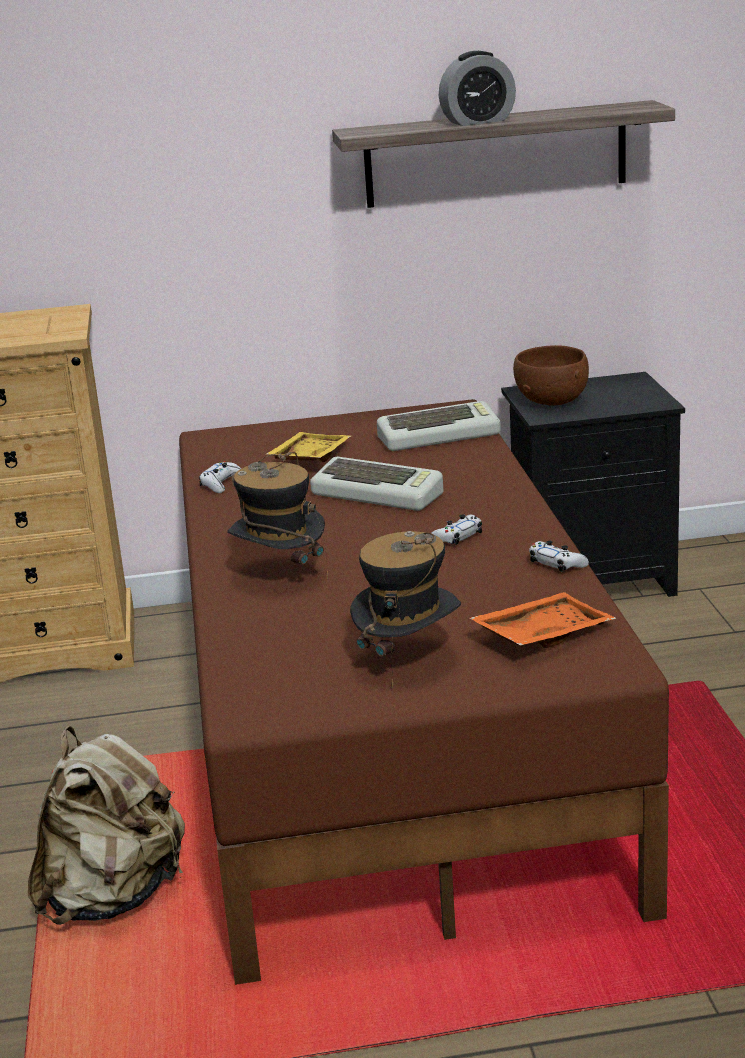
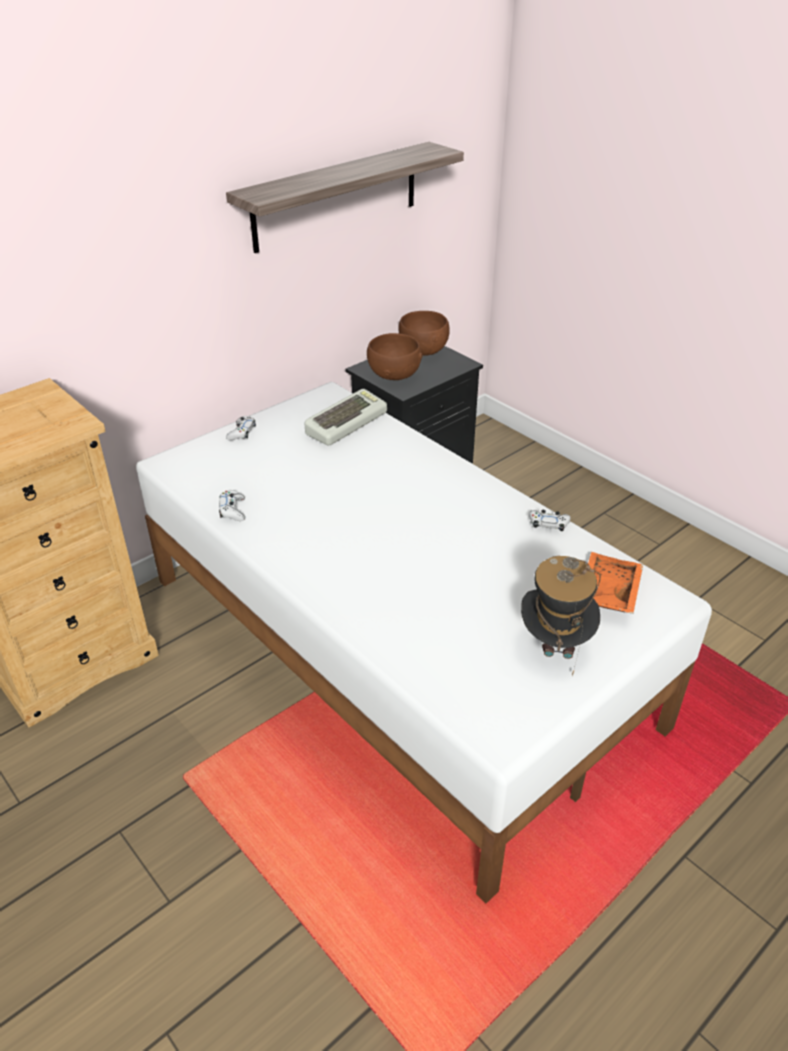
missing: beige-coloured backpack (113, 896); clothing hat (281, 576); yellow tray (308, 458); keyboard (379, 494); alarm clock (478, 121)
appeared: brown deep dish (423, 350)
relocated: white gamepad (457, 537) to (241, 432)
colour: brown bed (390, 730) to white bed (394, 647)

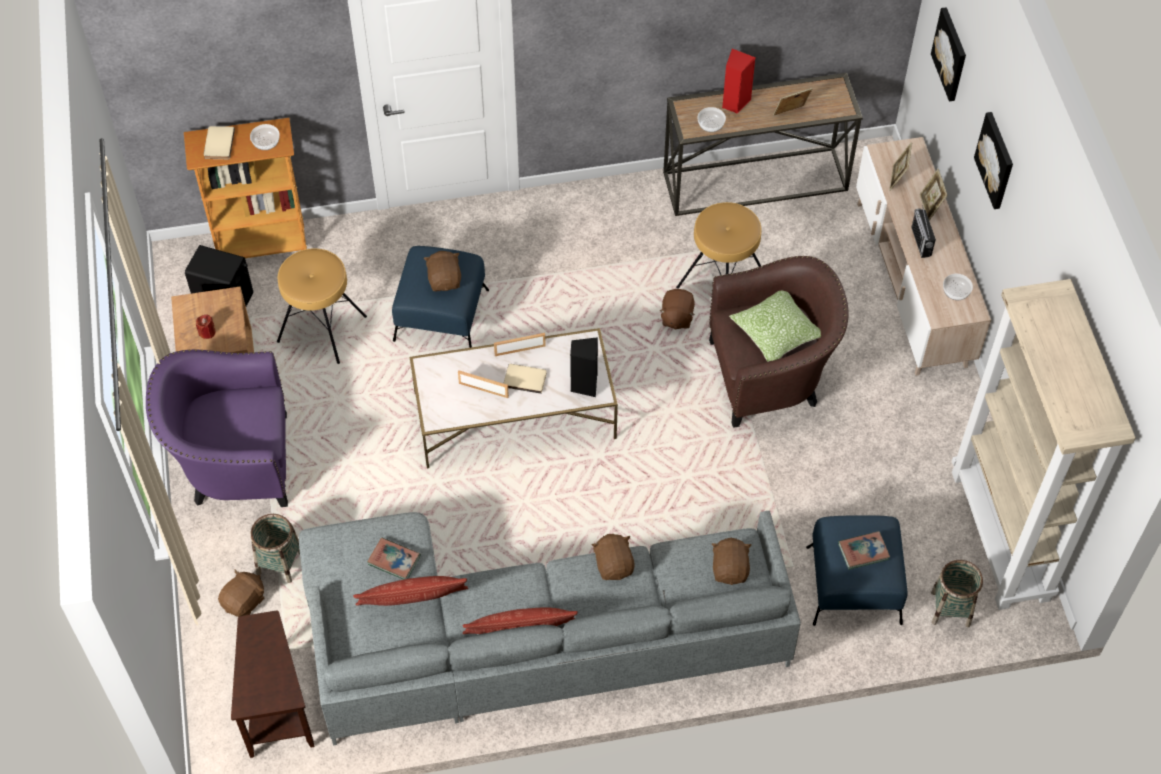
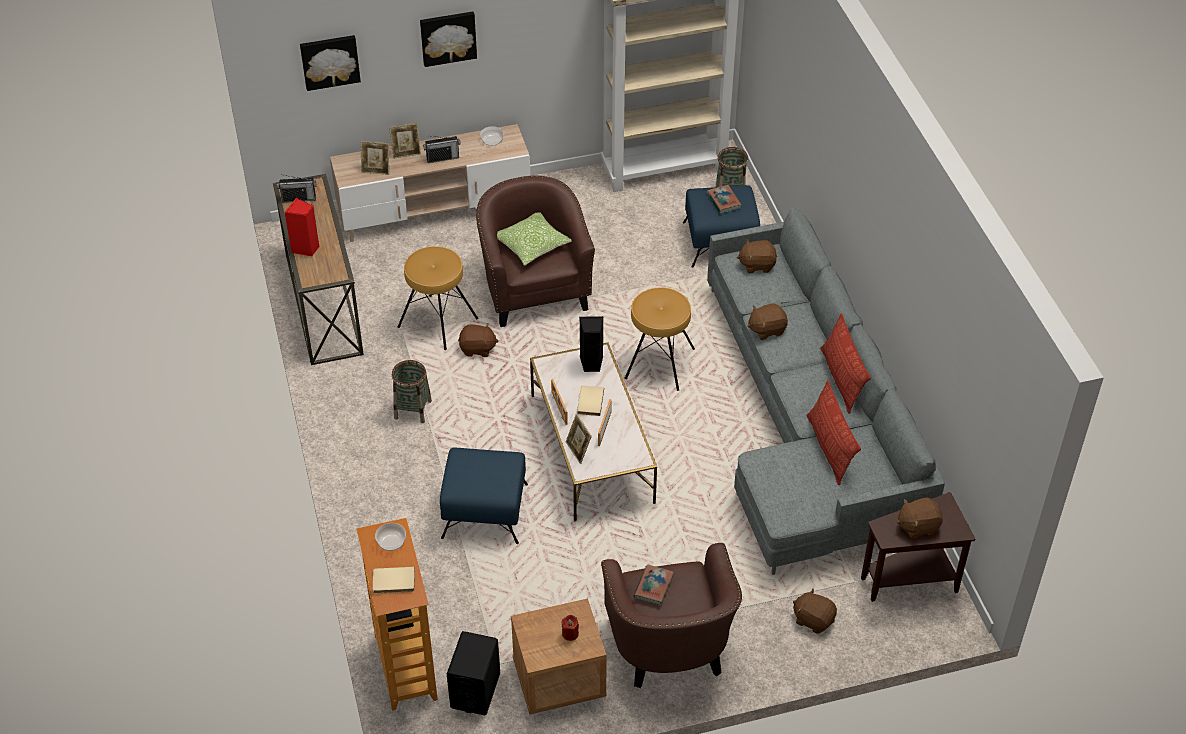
missing: deep dish (711, 124)
appeared: radio receiver (299, 198)
relocated: basket (280, 563) to (413, 410); brown stool (322, 328) to (659, 363); volume (394, 560) to (653, 587); brown cuddly toy (445, 280) to (918, 526); standing frame (790, 114) to (578, 451)
colour: purple-coloured easy chair (234, 463) to brown easy chair (670, 650)

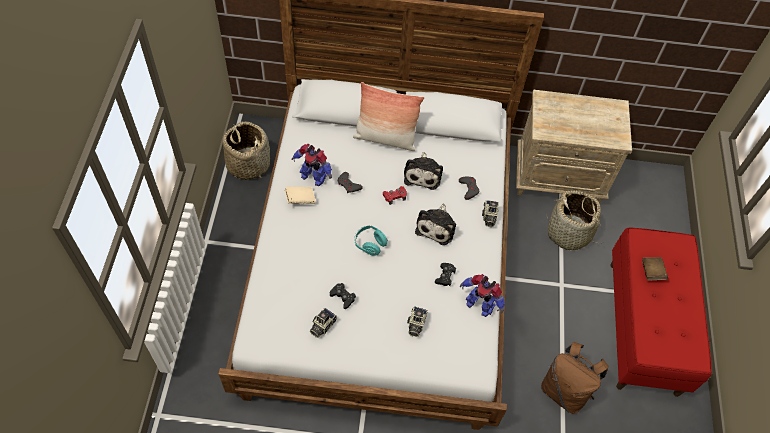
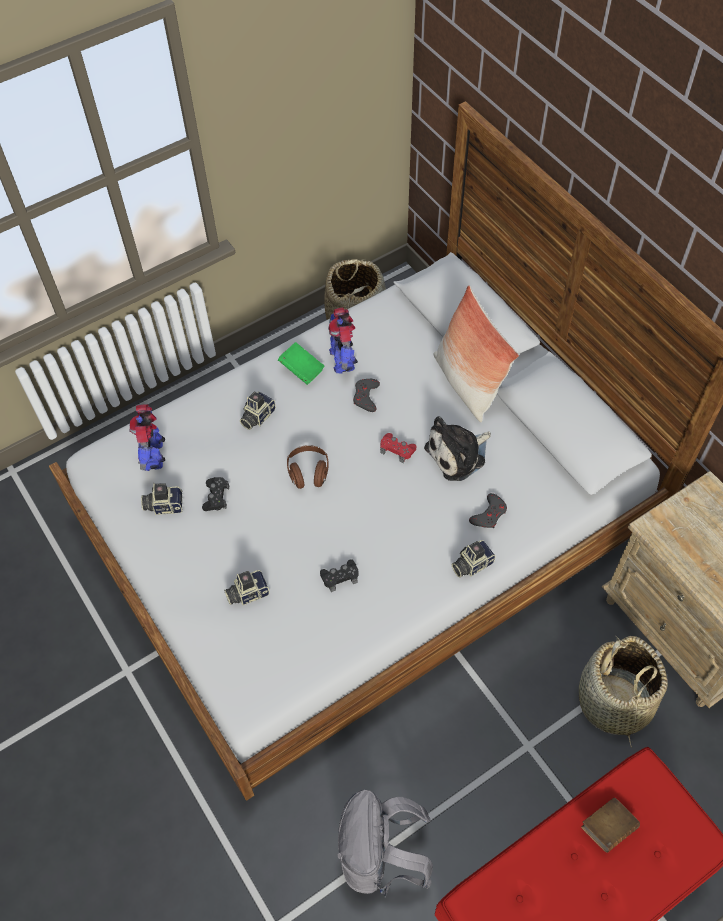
missing: cuddly toy (437, 226)
appeared: still camera (256, 416)
relocated: robot figure (479, 305) to (153, 455)
colour: beige-coloured volume (300, 199) to green volume (301, 370); blue-green headset (370, 244) to brown headset (308, 473); brown backpack (565, 390) to grey backpack (380, 856)

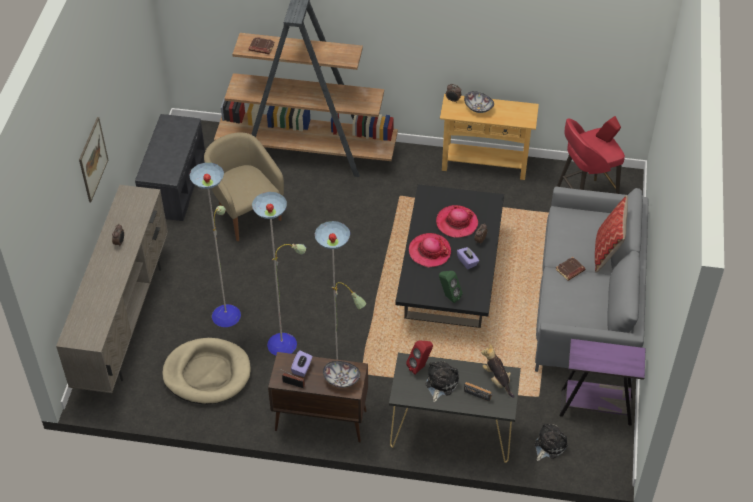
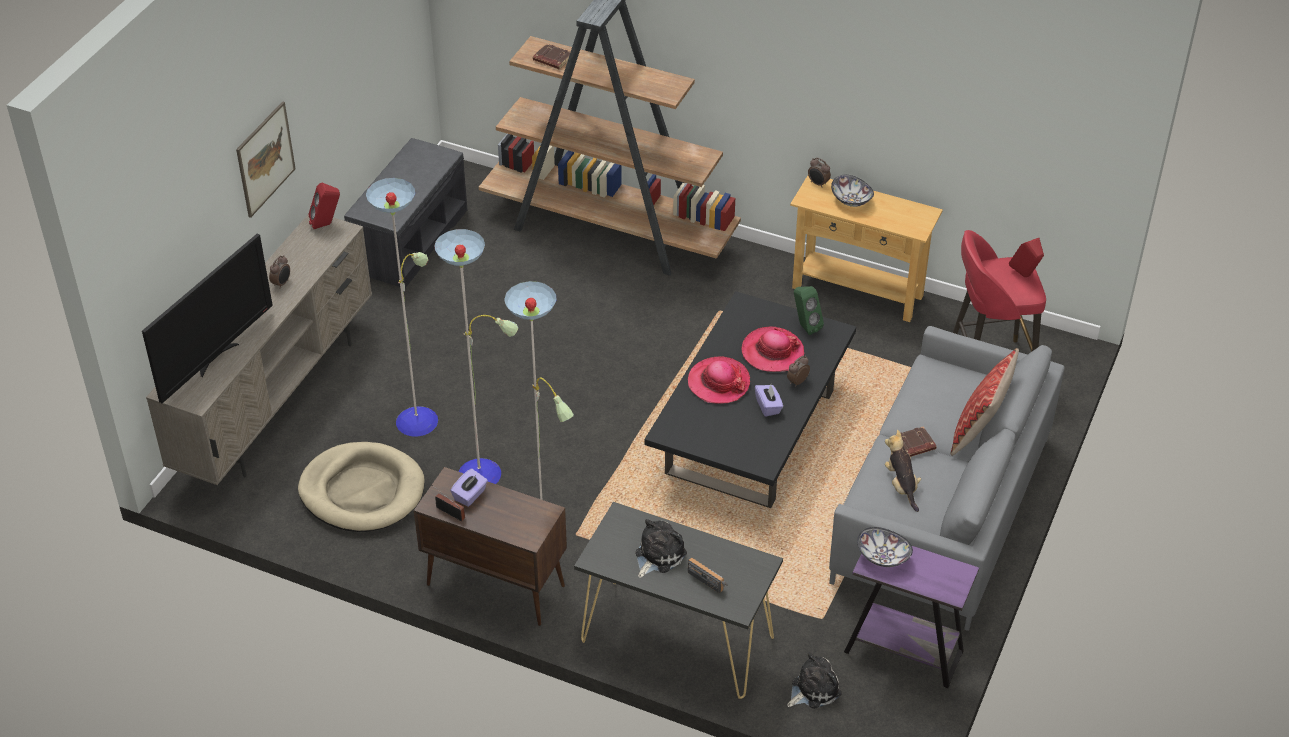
missing: beige-coloured easy chair (246, 214)
appeared: TV (216, 358)
relocated: deep dish (341, 380) to (882, 557); red audio speaker (420, 367) to (326, 224); green audio speaker (448, 296) to (805, 326); cuddly toy (497, 379) to (901, 485)

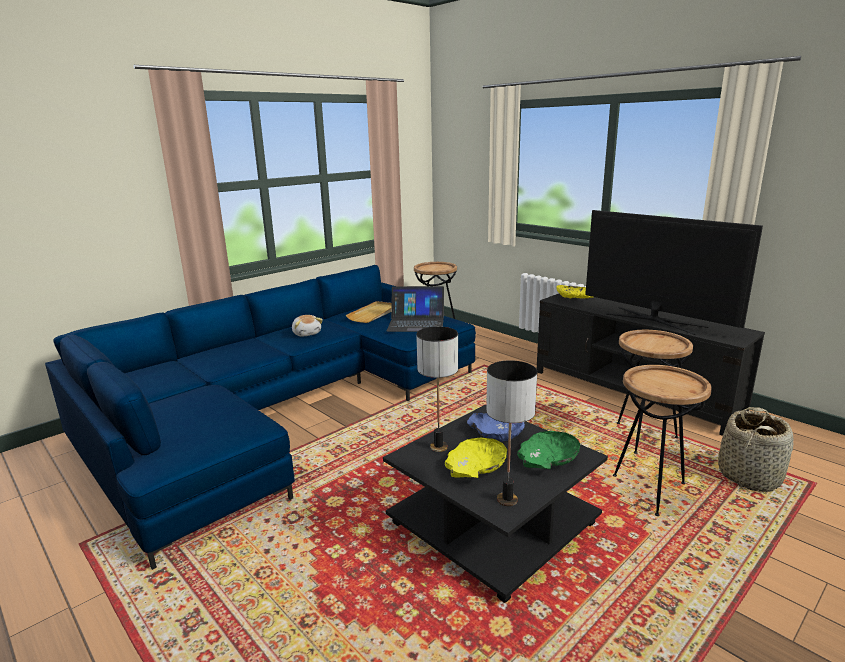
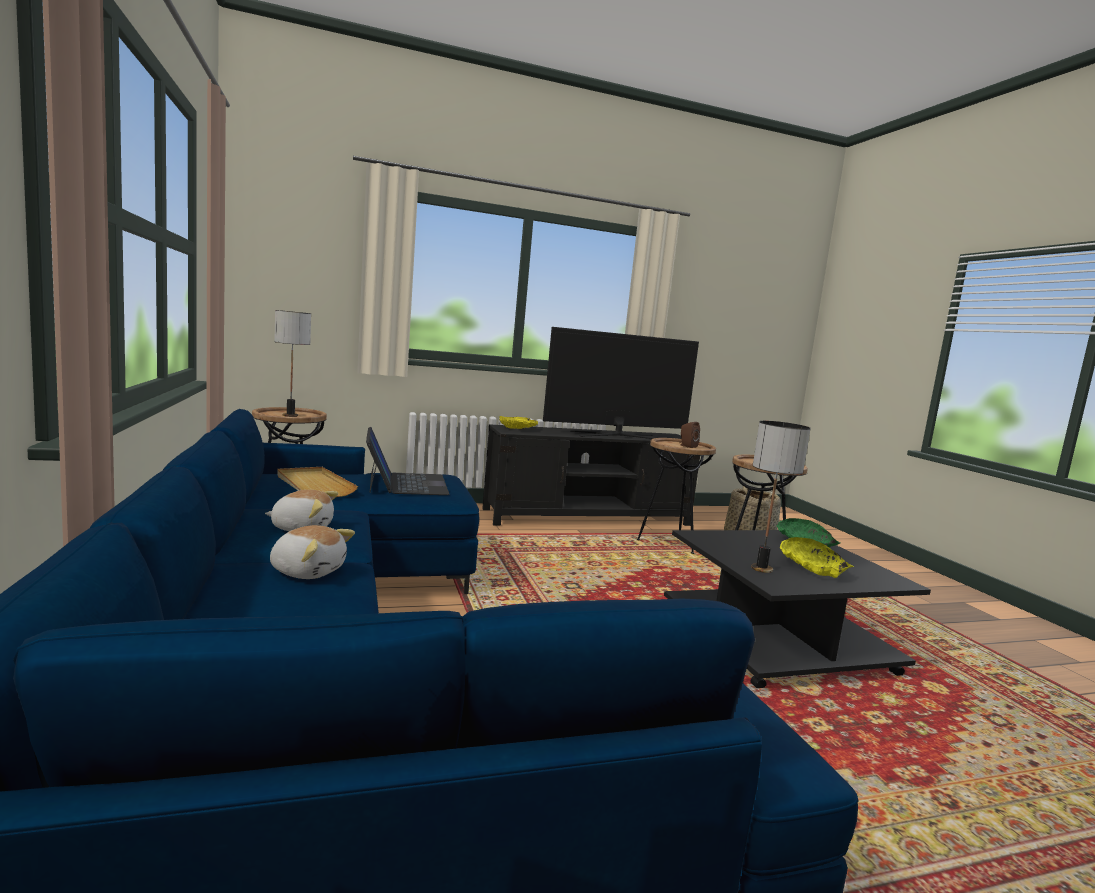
missing: blue deep dish (496, 434)
appeared: cuddly toy (308, 571); brown audio speaker (687, 446)
relocated: table lamp (507, 500) to (290, 415)
spun: notebook computer (416, 323) = (405, 483) 45 degrees counterclockwise

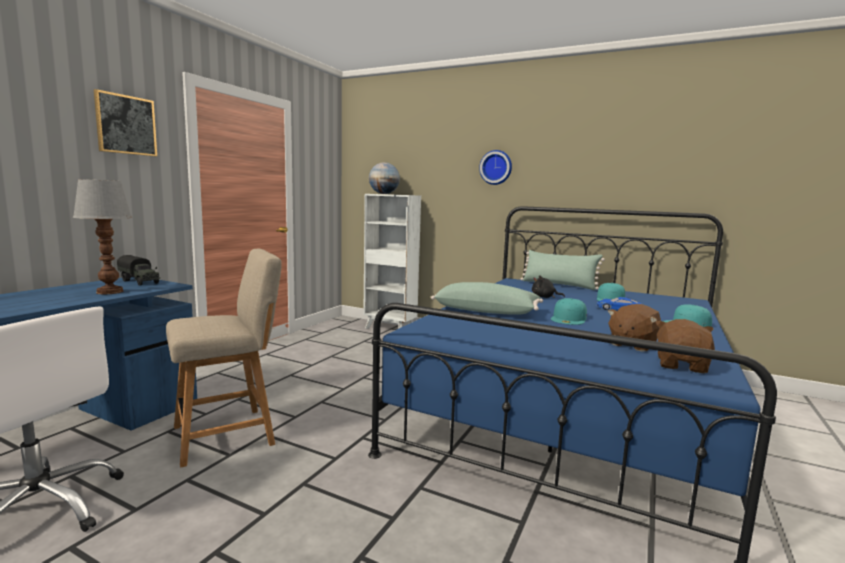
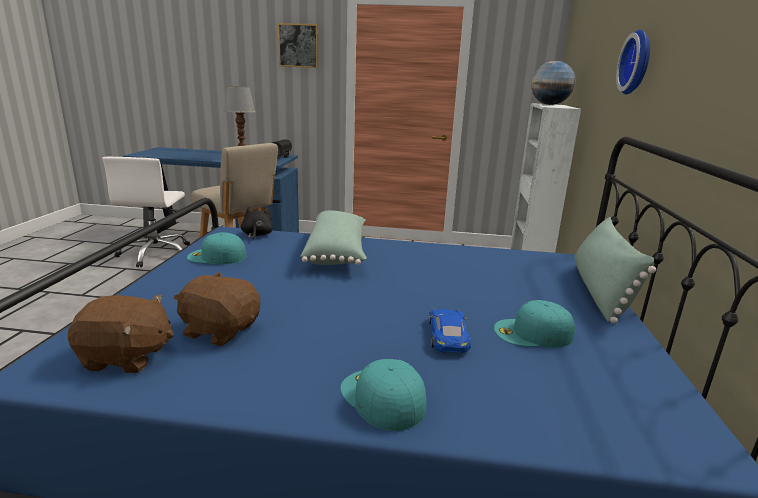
relocated: black-coloured cuddly toy (544, 297) to (257, 235); blue-green cap (569, 318) to (216, 256)

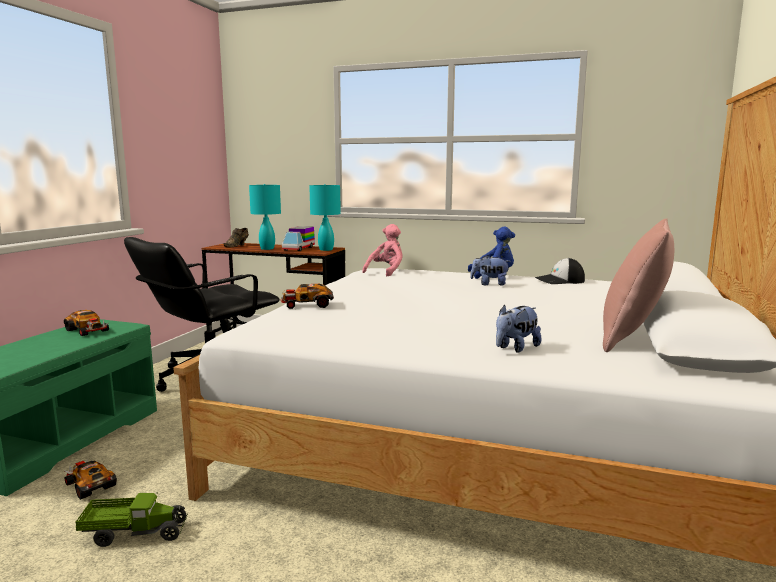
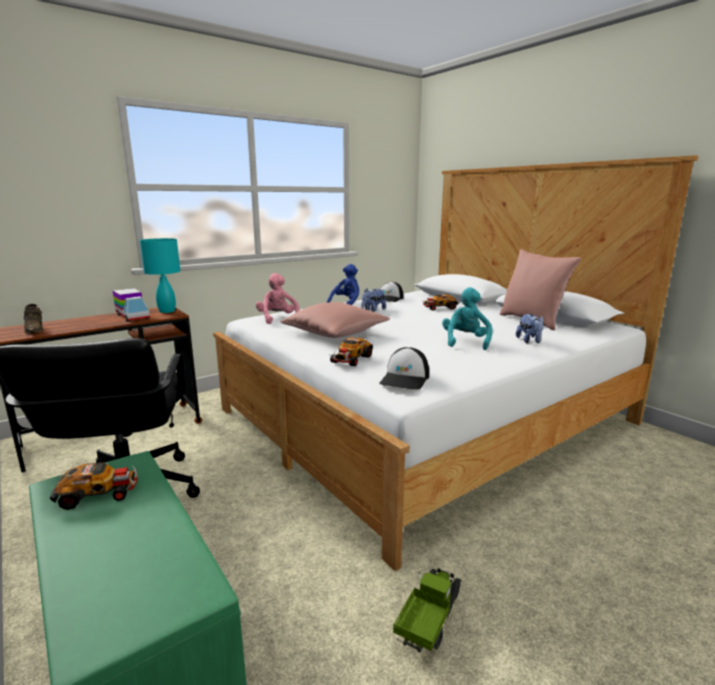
missing: blue-green table lamp (267, 248)
appeared: pink-coloured cushion (335, 333); cap (405, 379); blue-green cuddly toy (465, 342)
relocated: toy car (90, 485) to (439, 308)

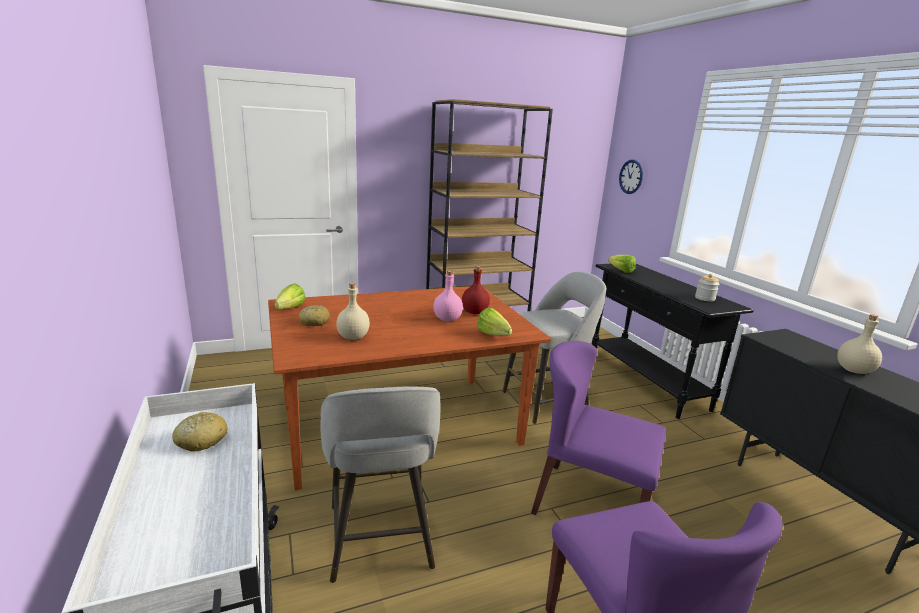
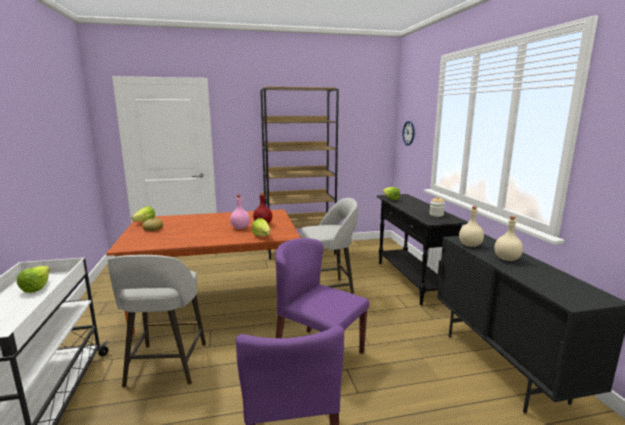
relocated: beige-coloured beverage bottle (353, 337) to (470, 245)
exchanged: bakery bread (201, 440) to lettuce head (40, 286)

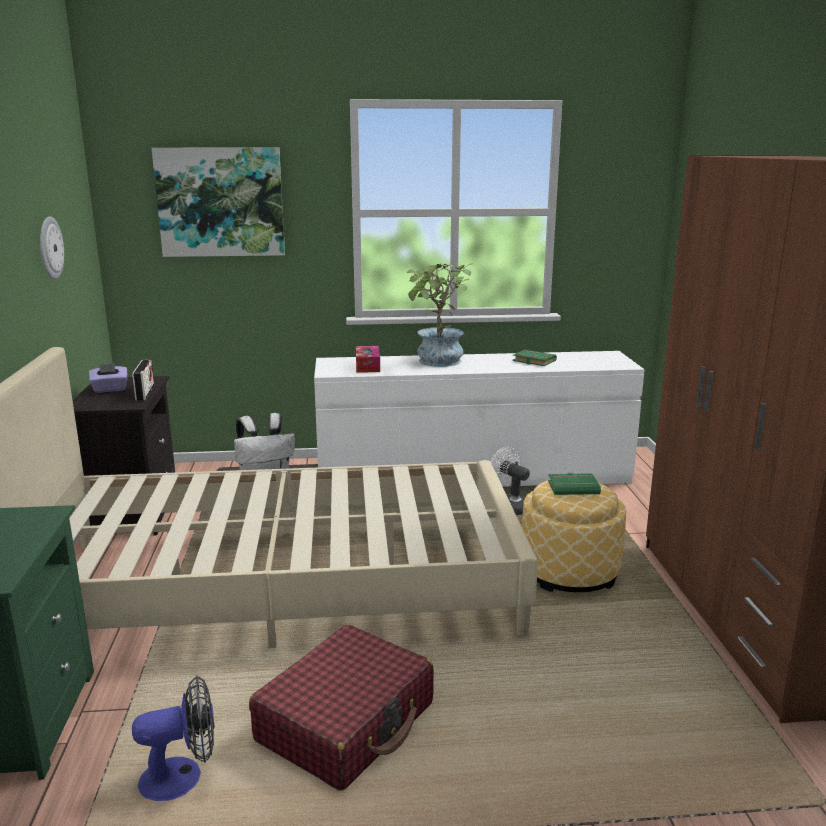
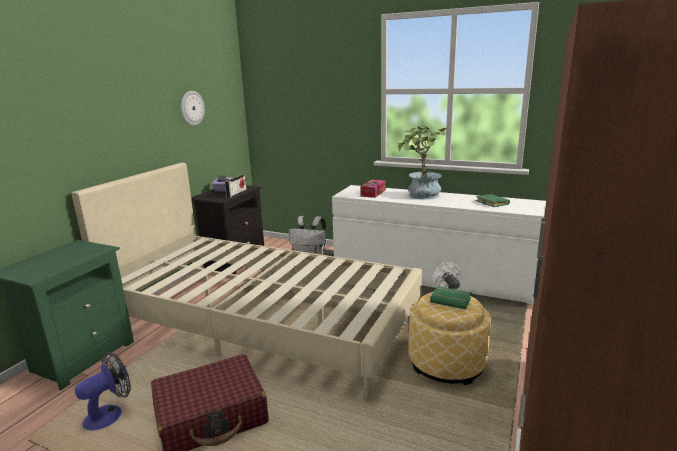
missing: picture (221, 202)
spun: fan (182, 777) = (110, 414) 60 degrees counterclockwise

